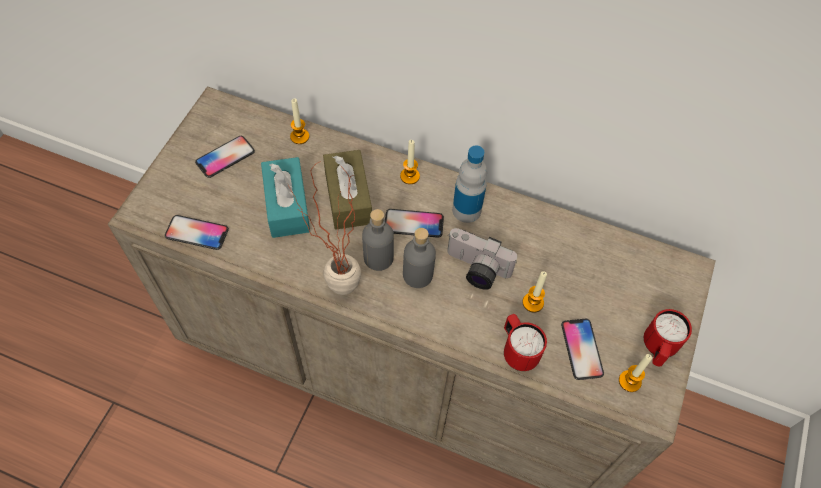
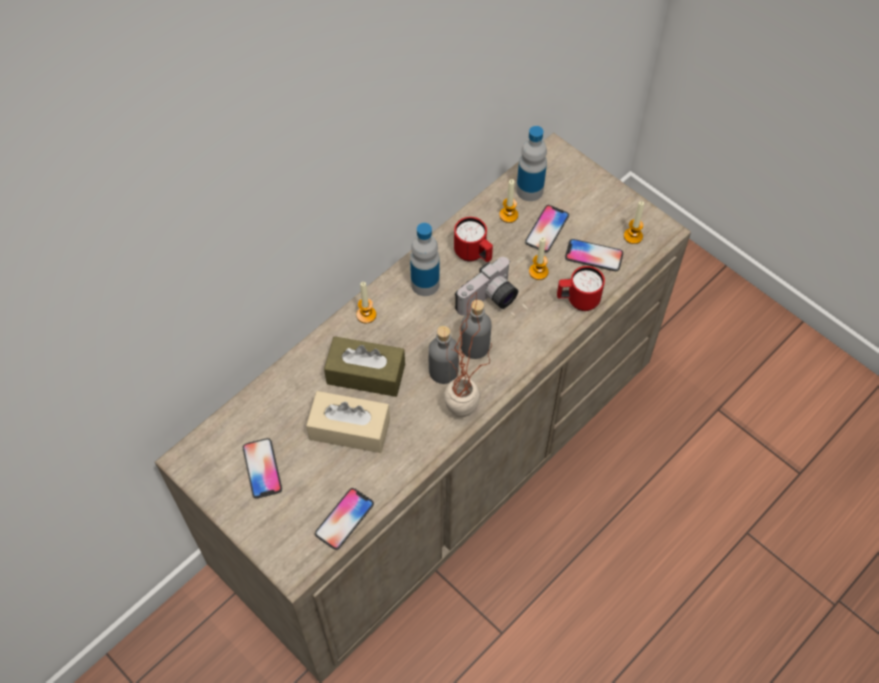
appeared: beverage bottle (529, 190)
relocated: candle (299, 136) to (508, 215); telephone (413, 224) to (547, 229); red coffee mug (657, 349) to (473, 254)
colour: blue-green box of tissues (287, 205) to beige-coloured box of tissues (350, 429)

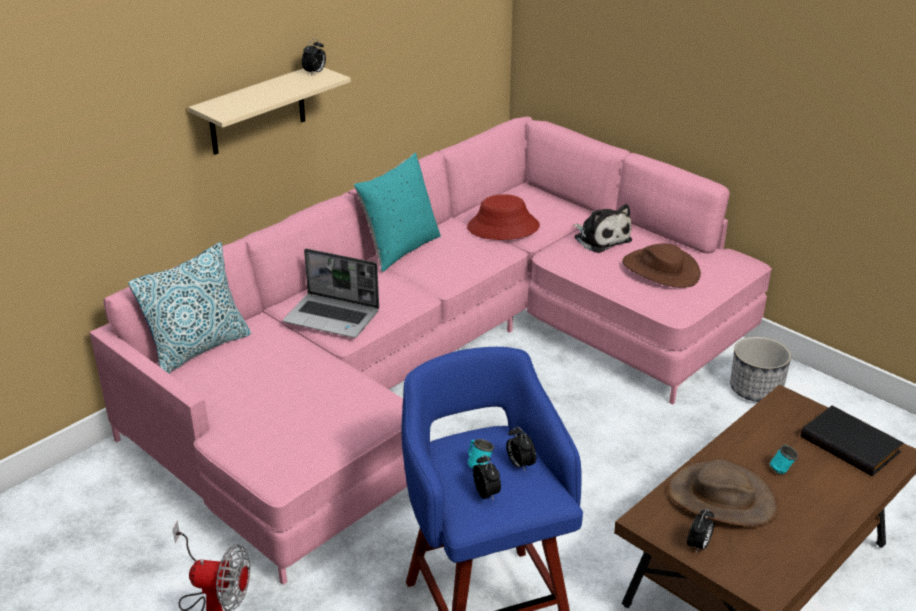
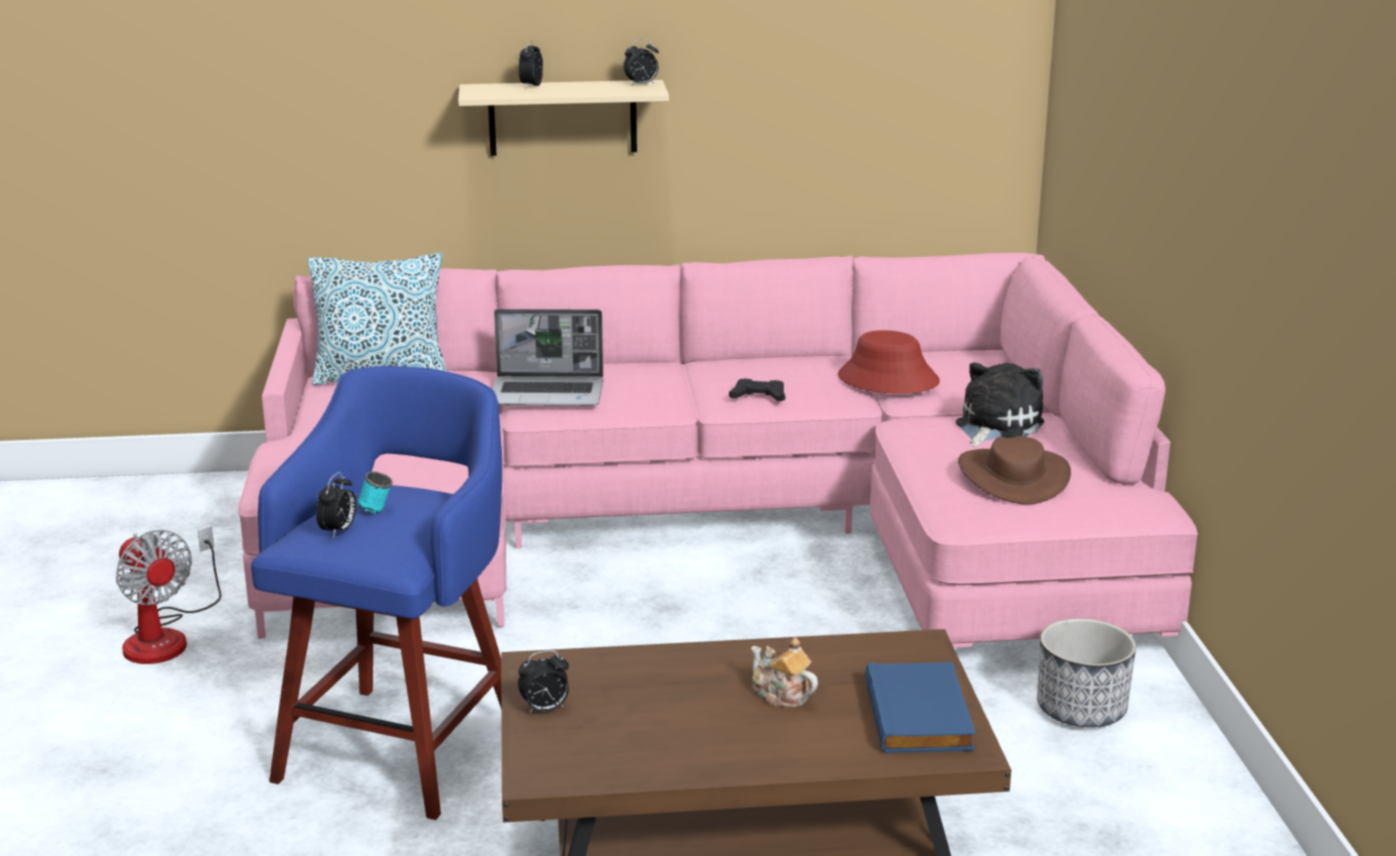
missing: blue-green cushion (400, 249); brown clothing hat (721, 498)
appeared: black-coloured gamepad (758, 396)
relocated: alarm clock (520, 464) to (531, 86)
exchanged: blue-green coffee mug (781, 468) to teapot (781, 695)
colour: black-coloured volume (851, 444) to blue volume (921, 716)
spun: notebook computer (333, 317) = (548, 394) 60 degrees counterclockwise; cuddly toy (600, 238) = (995, 426) 150 degrees counterclockwise

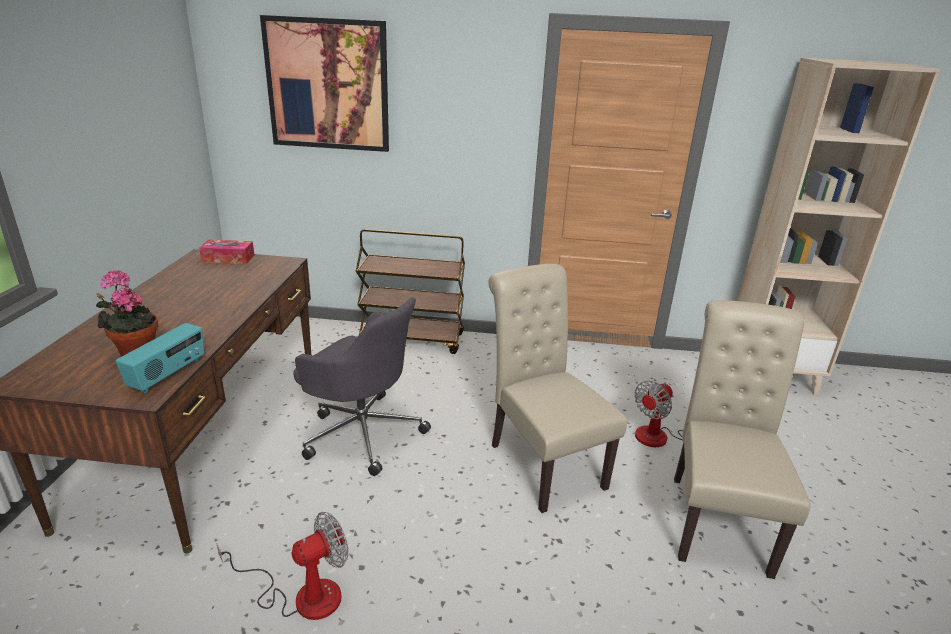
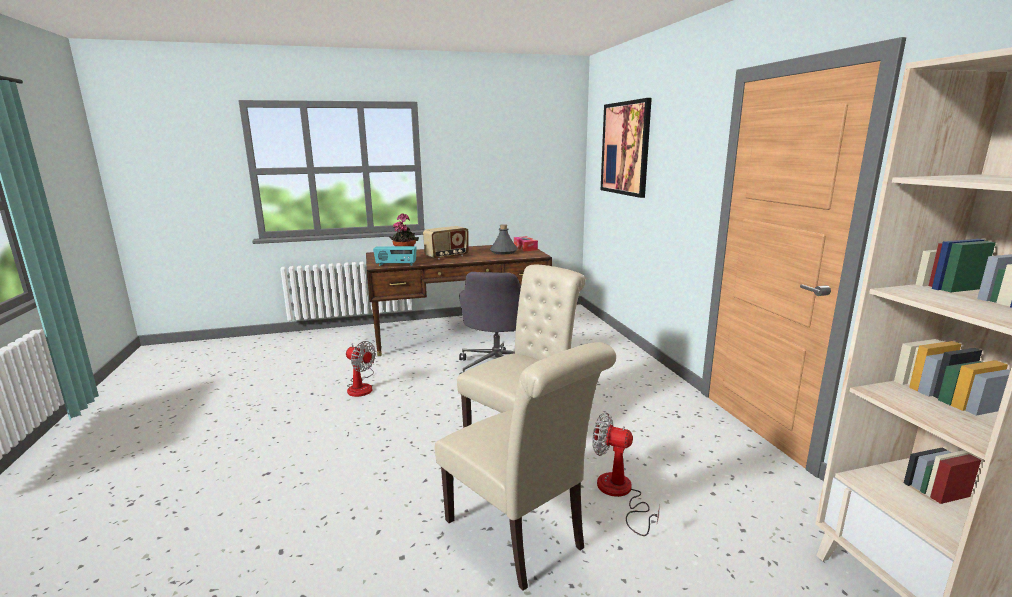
missing: brown trolley (412, 339)
appeared: radio receiver (447, 256); grey beverage bottle (504, 252)
spun: beige-coloured plain chair (716, 517) = (520, 538) 60 degrees clockwise

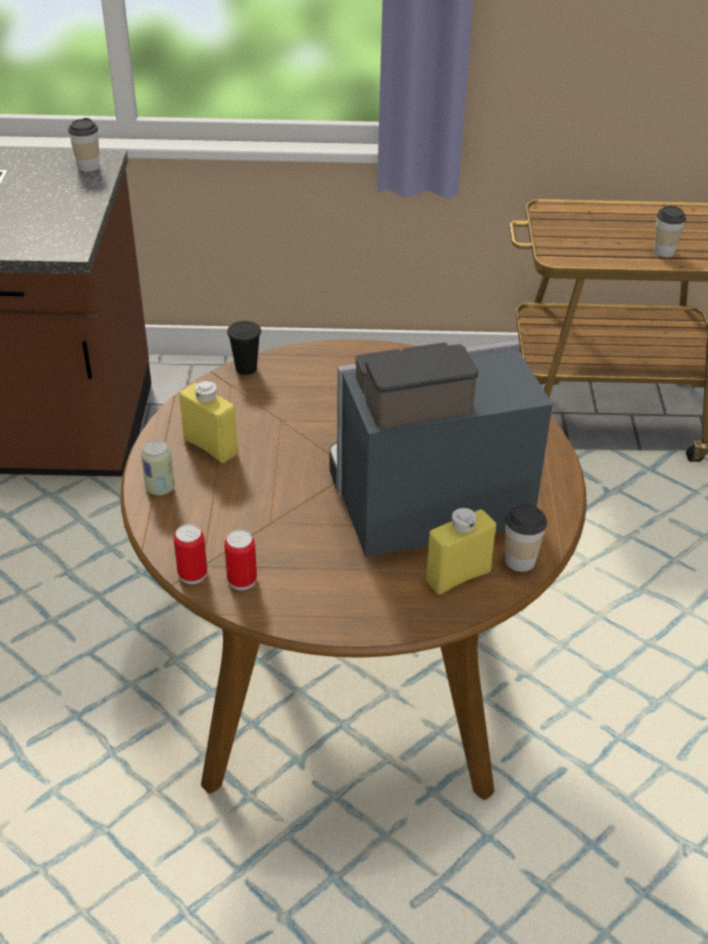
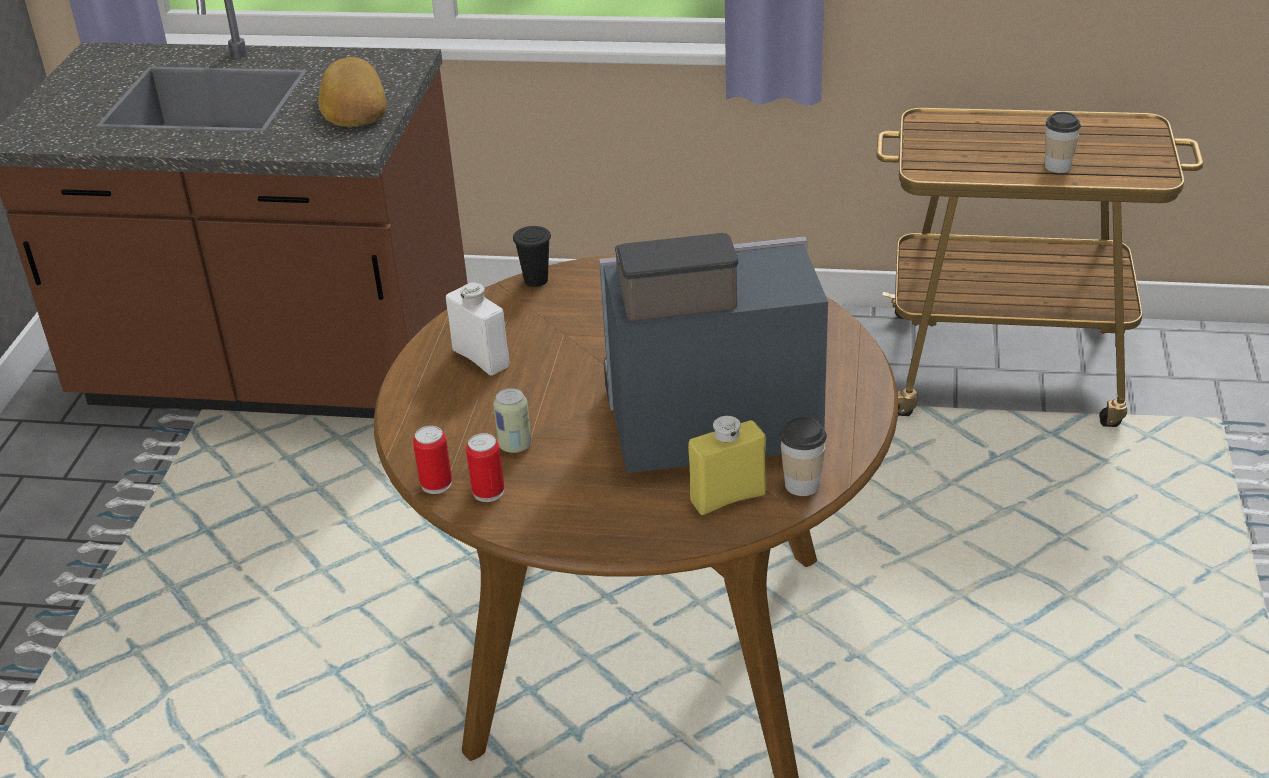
missing: drinking cup (88, 166)
appeared: bakery bread (352, 104)
relocated: metal can (160, 488) to (515, 445)
colour: yellow beverage bottle (210, 446) to white beverage bottle (481, 358)

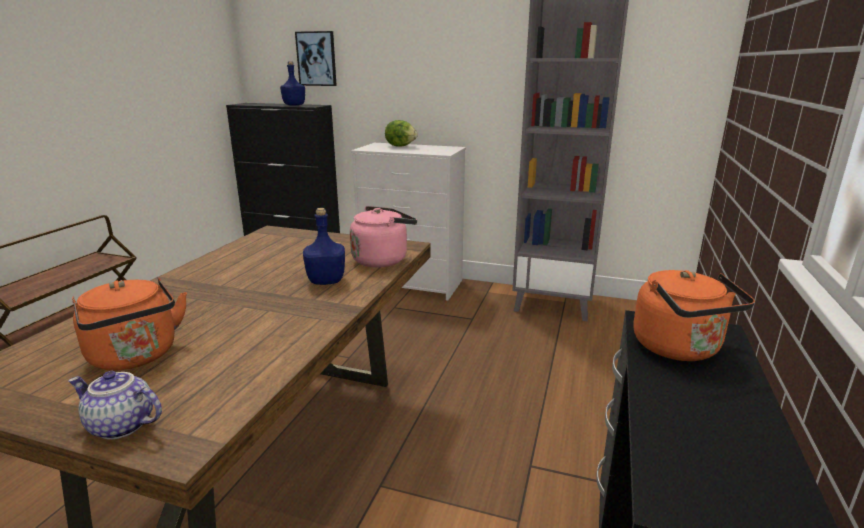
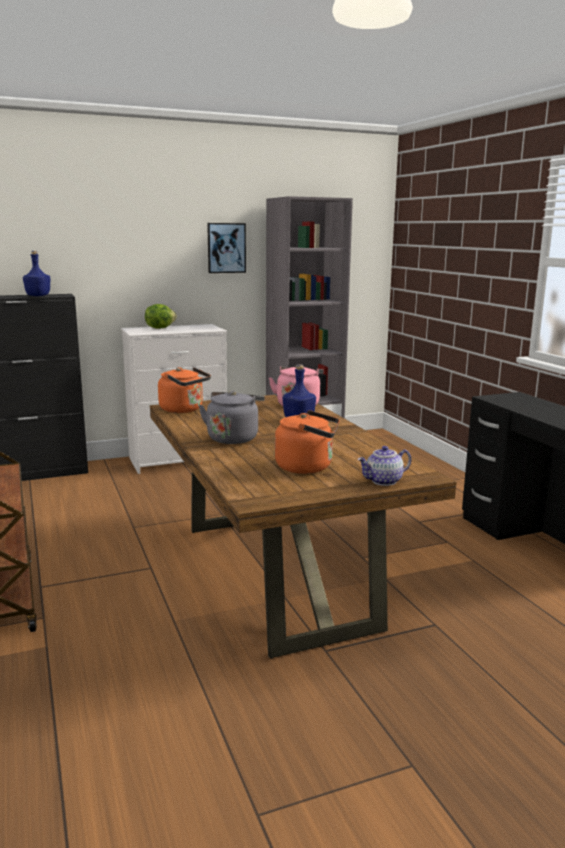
appeared: grey kettle (233, 438)
relocated: picture (316, 59) to (226, 248); orange kettle (680, 349) to (184, 410)

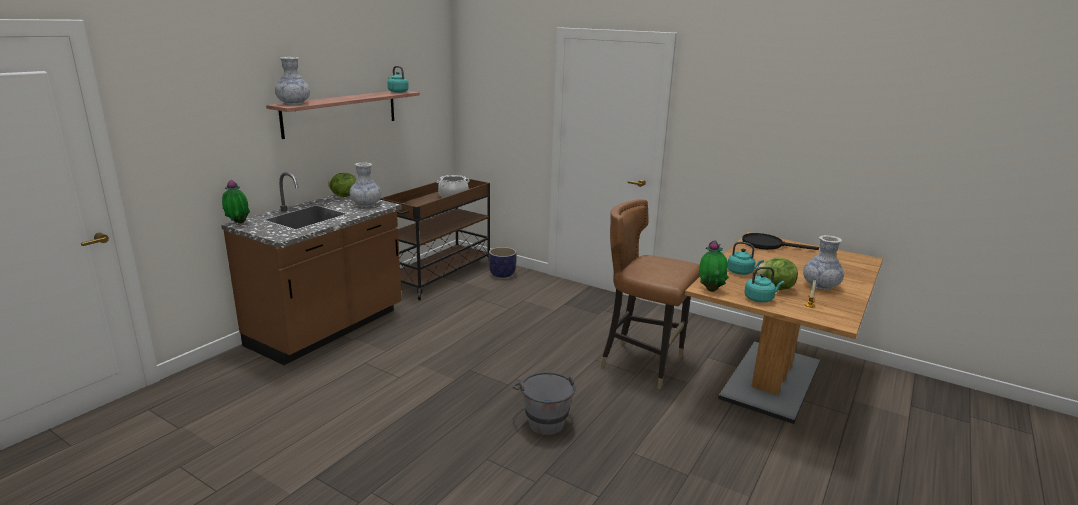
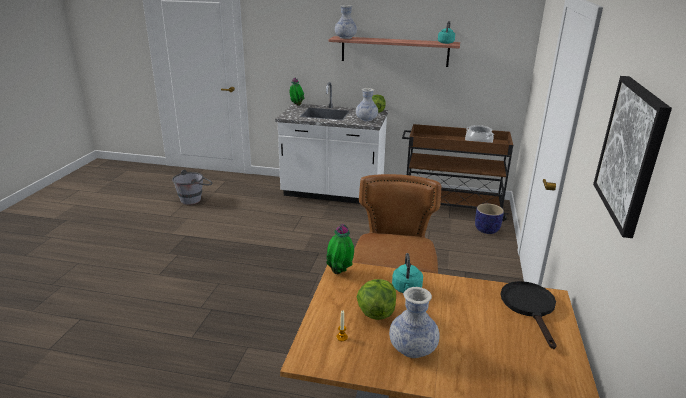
missing: blue-green kettle (760, 299)
appeared: picture (631, 152)
relocated: grey water bucket (543, 420) to (195, 199)
colour: brown kitchen counter (328, 329) to white kitchen counter (332, 194)

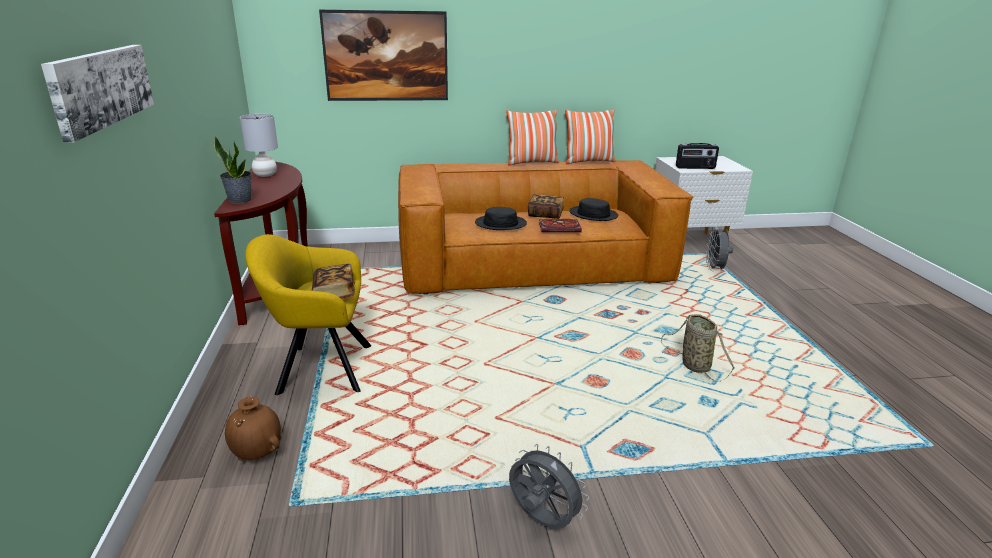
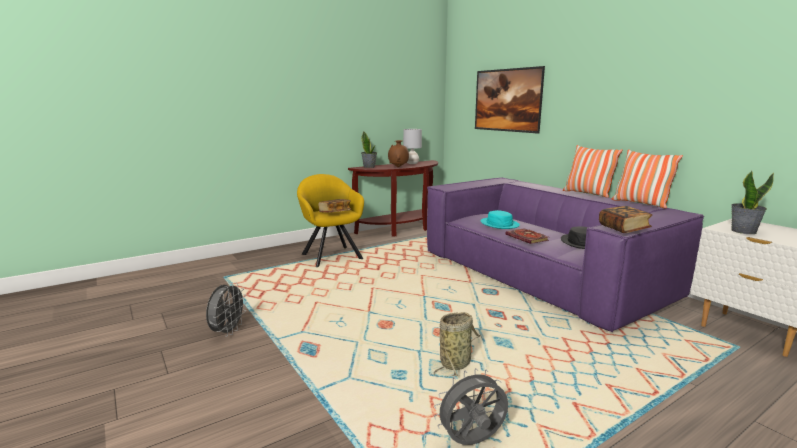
missing: picture (101, 87)
relocated: brown decorative vase (258, 454) to (398, 167); volume (545, 214) to (623, 229); grey fan (715, 269) to (472, 442)
exchanged: radio receiver (695, 167) to potted plant (743, 231)
colour: brown sofa (532, 264) to purple-coloured sofa (540, 274); black-coloured clothing hat (500, 223) to blue-green clothing hat (499, 224)

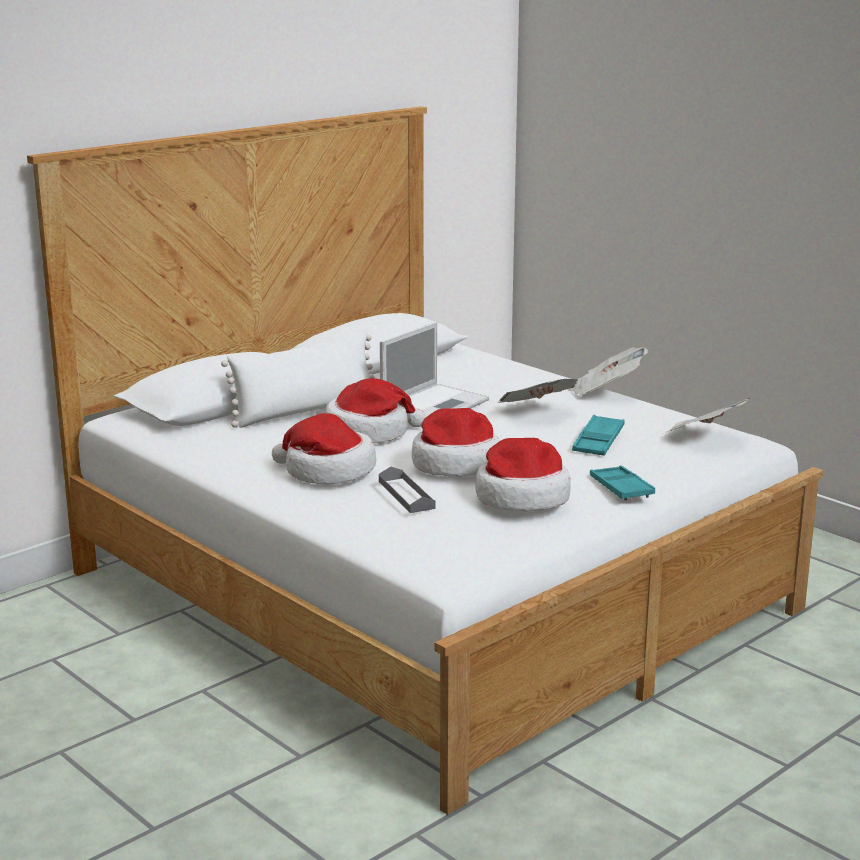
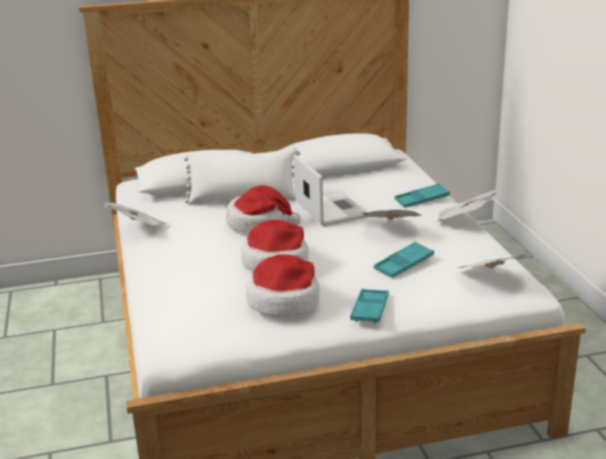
missing: clothing hat (327, 471); grey tray (406, 495)
appeared: newspaper (138, 229); blue-green tray (422, 200)
spun: notebook computer (436, 404) = (330, 209) 90 degrees counterclockwise

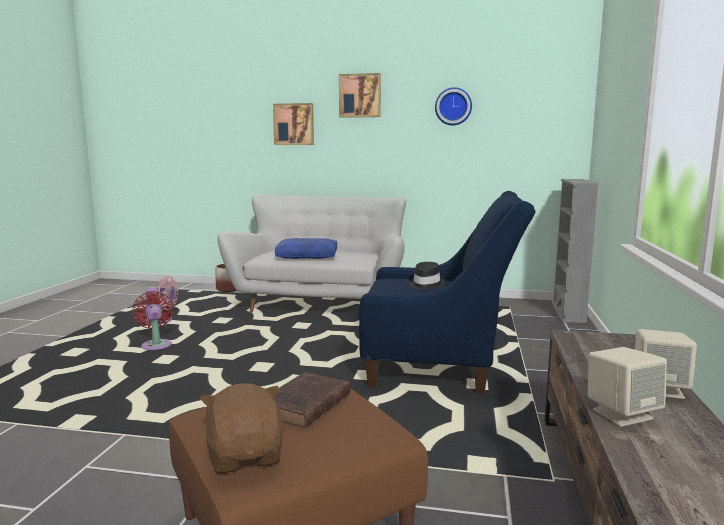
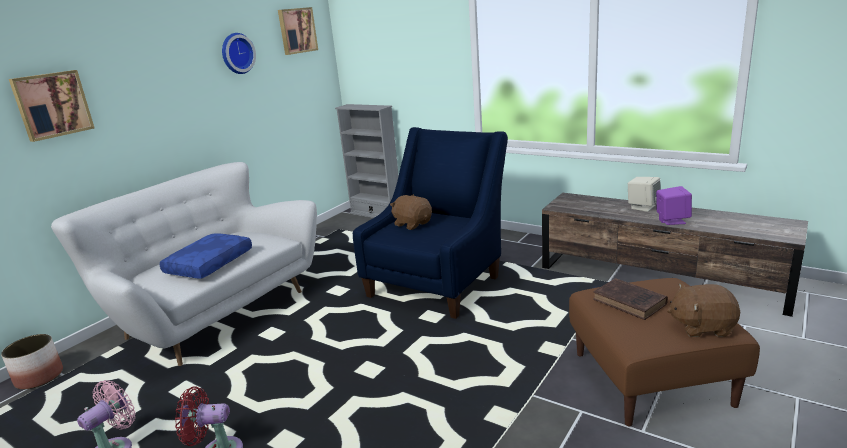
relocated: picture (360, 95) to (297, 30)
exchanged: black-coloured clothing hat (425, 284) to brown cuddly toy (412, 224)
colour: beige-coloured audio speaker (622, 414) to purple-coloured audio speaker (671, 220)

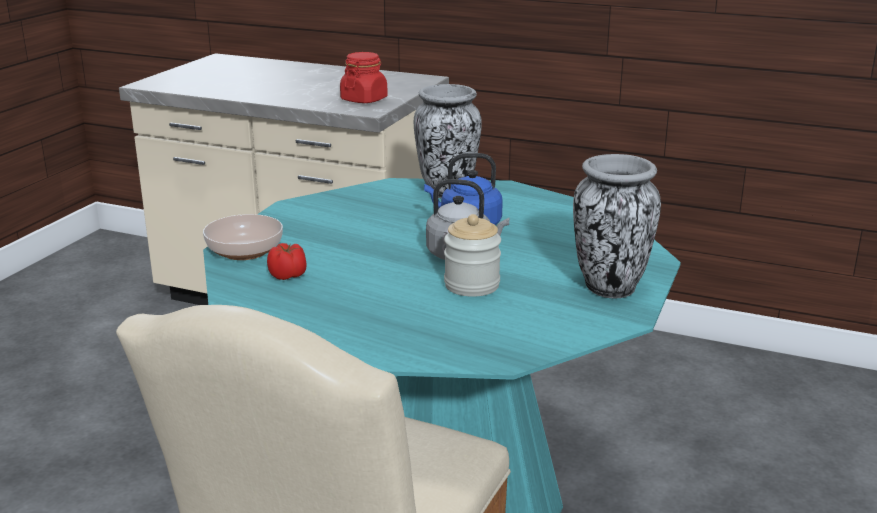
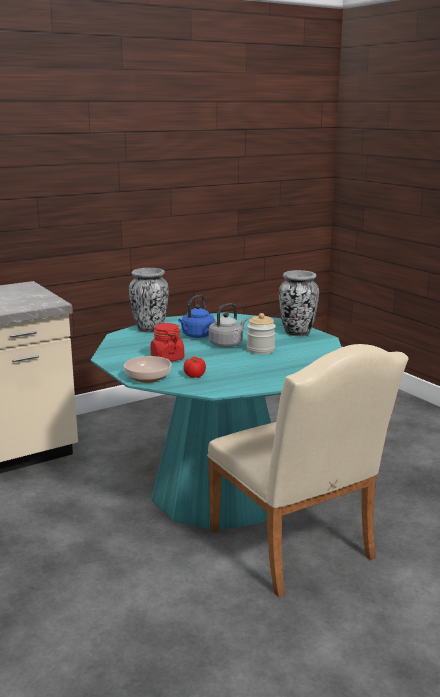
relocated: red jar (364, 100) to (167, 358)

